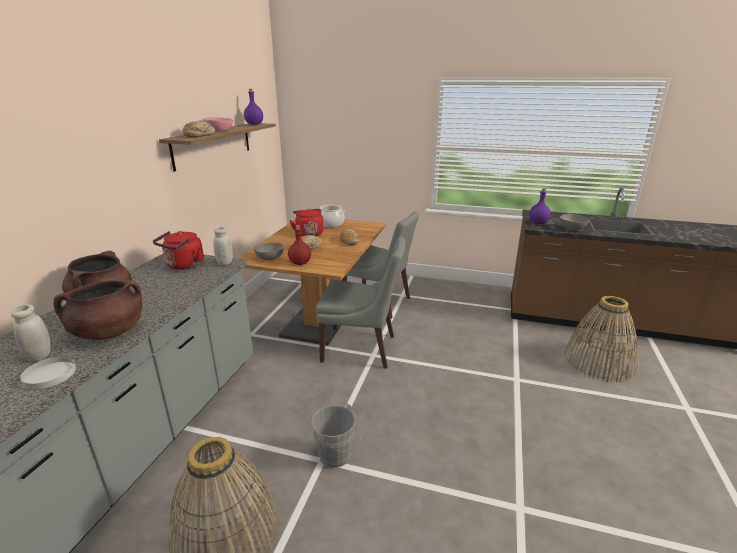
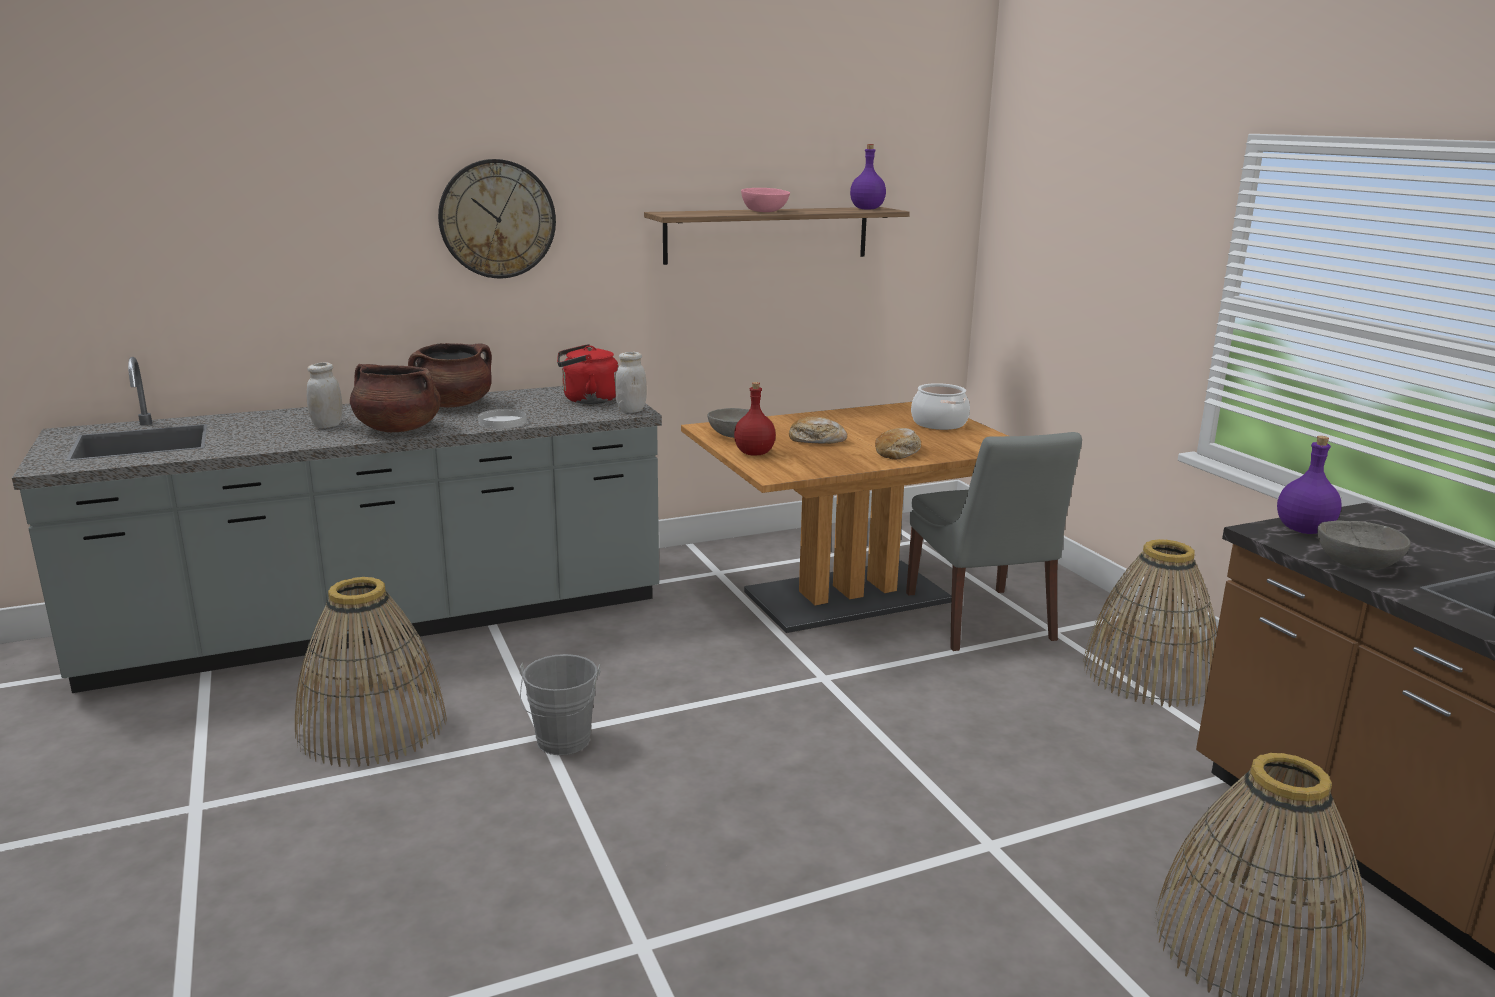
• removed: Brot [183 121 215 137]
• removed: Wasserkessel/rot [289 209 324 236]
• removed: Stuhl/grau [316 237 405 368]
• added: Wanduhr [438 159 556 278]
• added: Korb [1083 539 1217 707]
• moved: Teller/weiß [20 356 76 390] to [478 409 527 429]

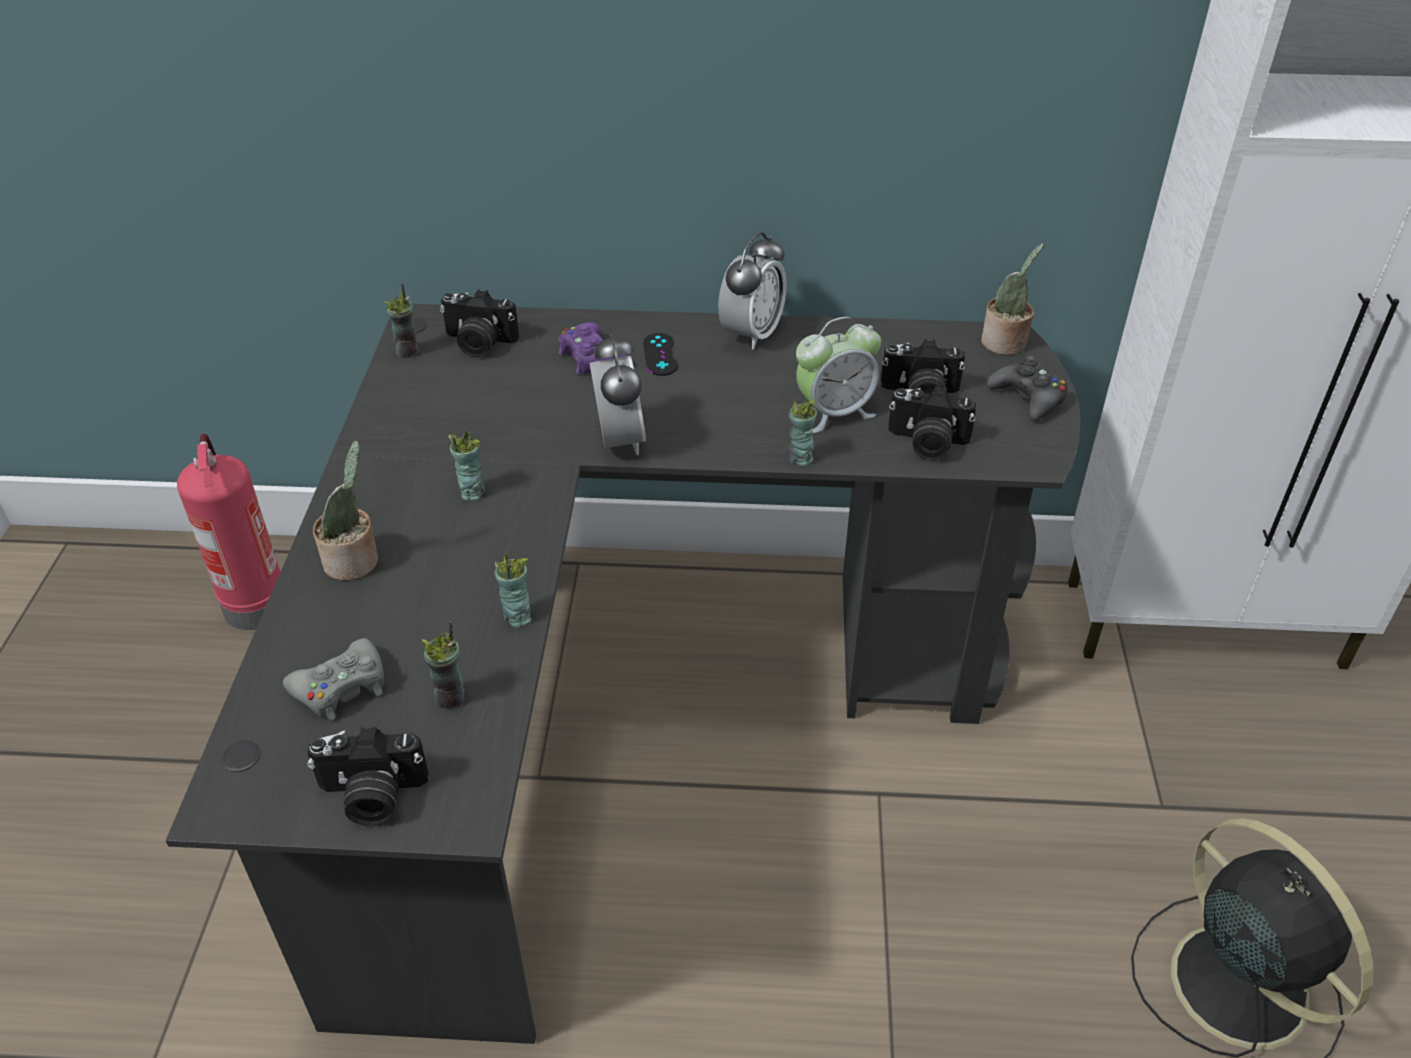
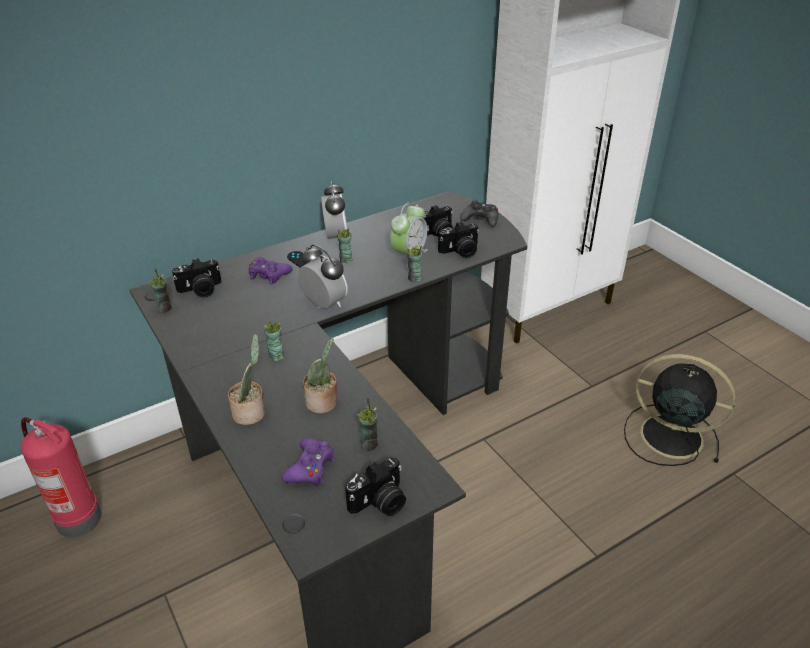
• moved: Tasse [494 552 531 627] to [337 228 353 263]
• moved: Topfpflanze [981 243 1044 355] to [303 337 337 413]
• recoloured: Gamepad/grau [283 638 384 720] to Gamepad/lila [282 438 336 485]

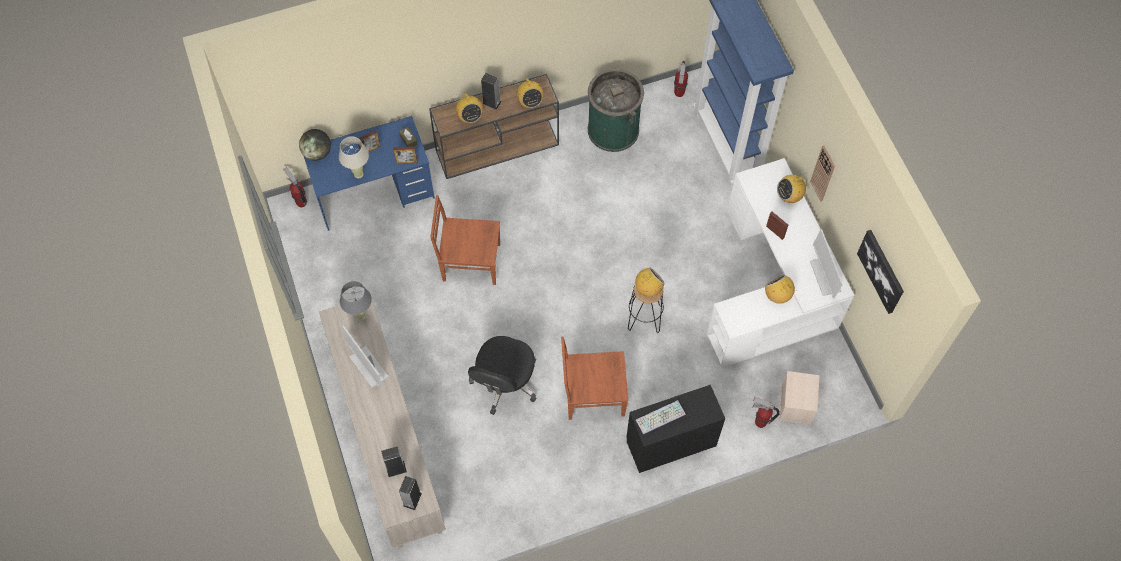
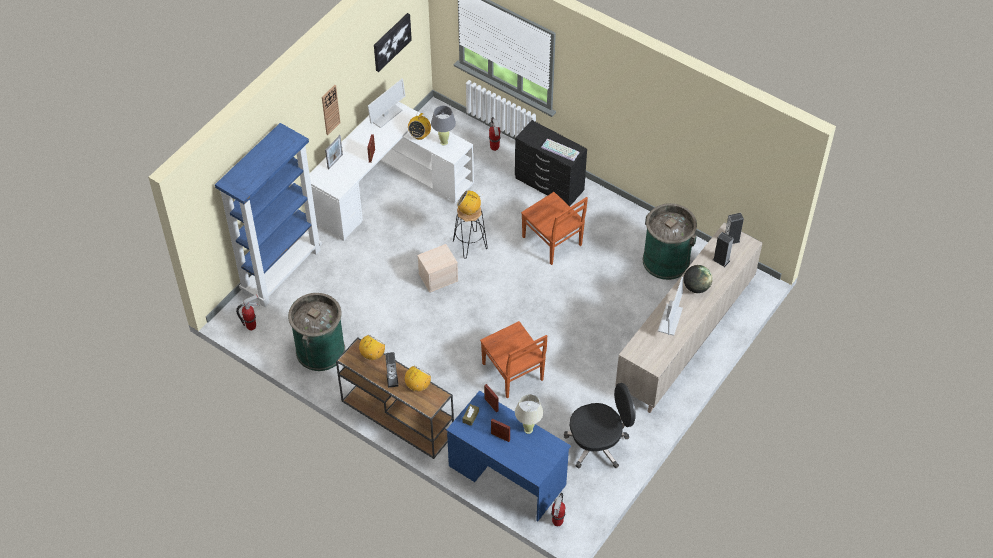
• added: Mülleimer/grün [643 203 697 280]
• moved: Globus [299 129 331 161] to [684 265 712 293]
• moved: Tischlampe/grau [340 281 372 321] to [431 106 456 145]
• moved: Bürostuhl/schwarz [468 336 537 415] to [564 383 636 469]
• moved: Aufbewahrungsbox/beige [779 371 820 425] to [417 244 458 292]
• replaced: Radio [777 172 806 203] to Bilderrahmen [325 135 343 169]

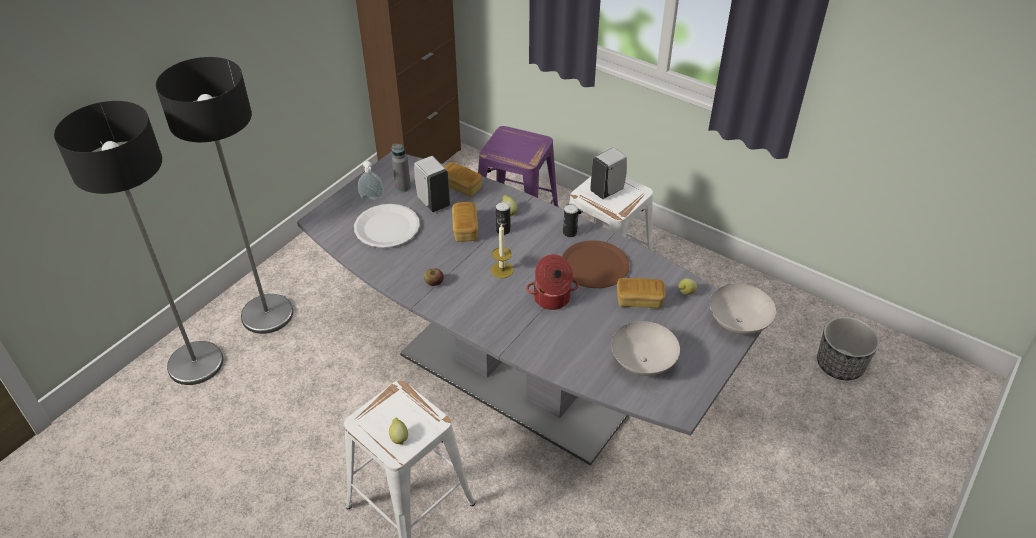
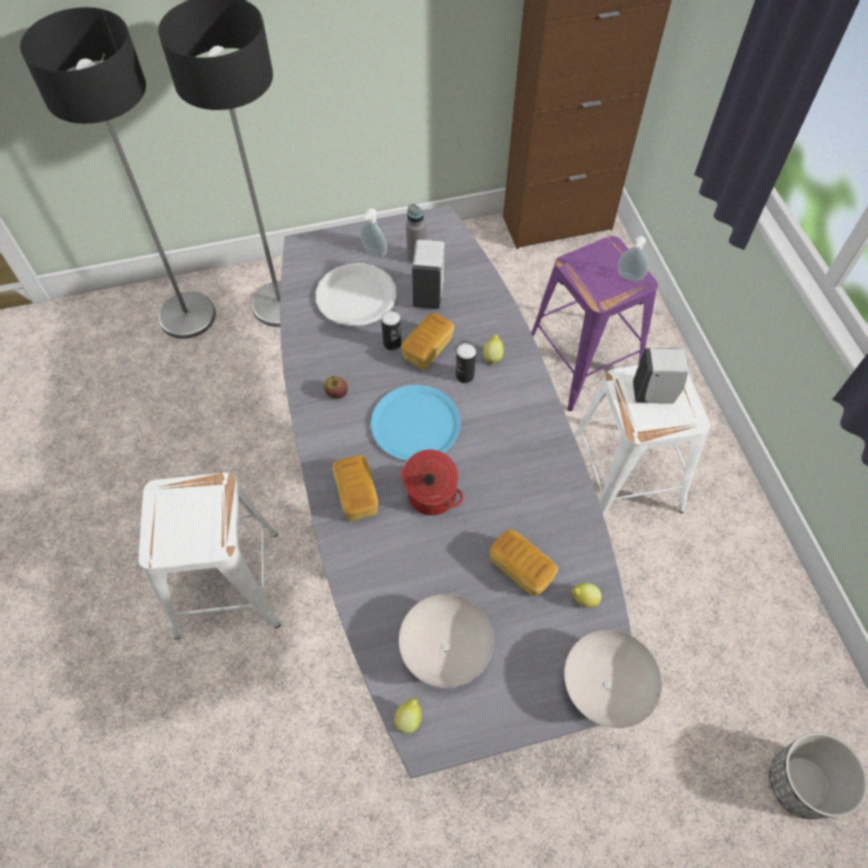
• removed: Teller/braun [562 240 629 288]
• added: Seifenspender [618 236 649 282]
• moved: Zitrone [389 417 408 445] to [395 698 422 734]
• moved: Brot [444 162 482 197] to [333 455 378 521]
• moved: Dose [563 204 579 237] to [381 310 401 350]
• replaced: Kerze [491 224 514 278] to Teller/blau [371 385 461 461]

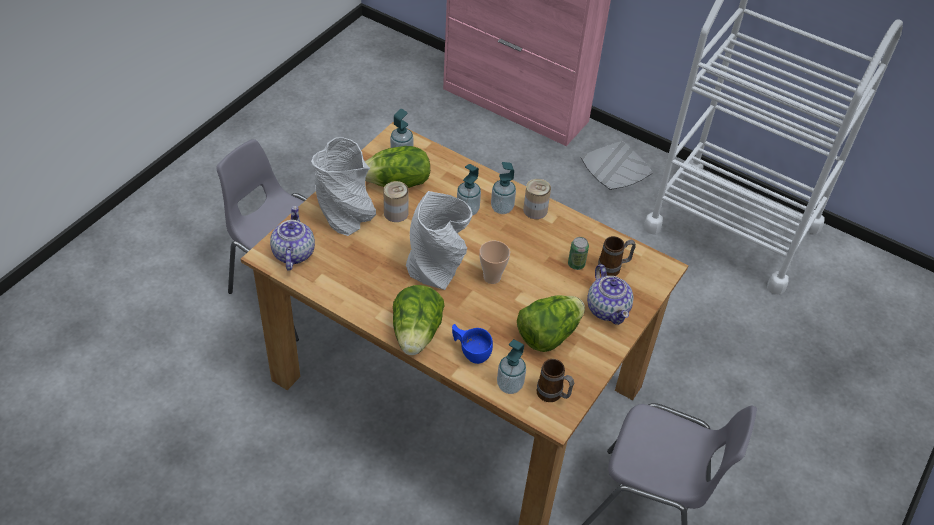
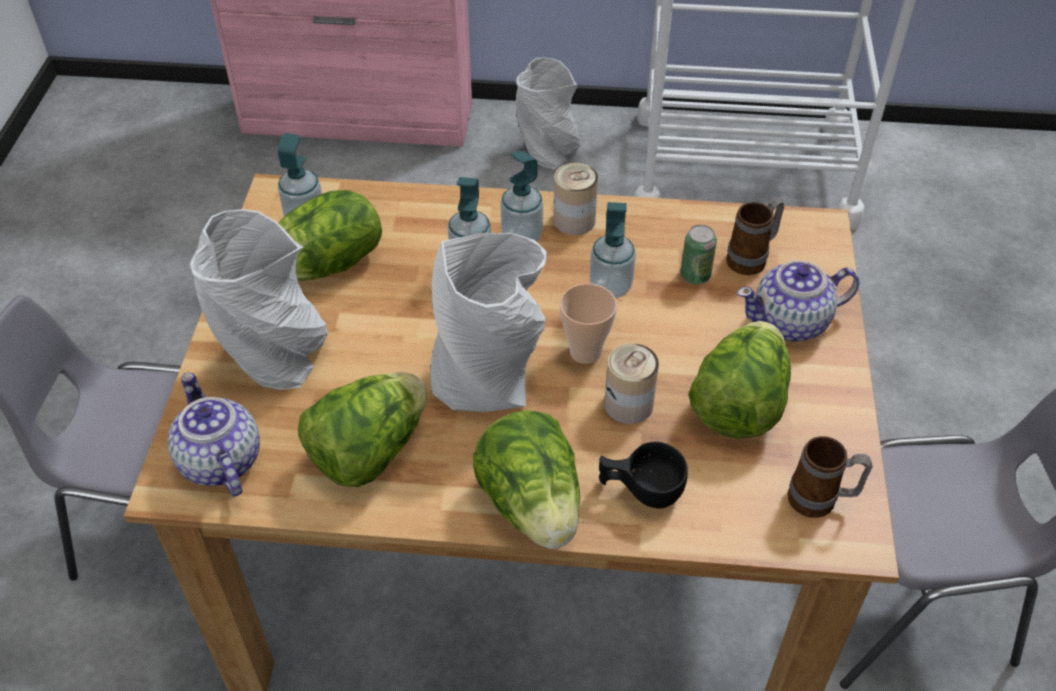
• added: Salatkopf [298 372 427 487]
• moved: Dose [384 181 409 222] to [604 343 659 424]
• moved: Seifenspender [497 339 526 394] to [590 202 636 298]
• replaced: Teller [581 141 653 190] to Vase/grau [516 57 581 169]
• recoloured: Tasse/blau [452 324 493 364] to Tasse/schwarz [599 442 688 508]
• turned: Teekanne [587 264 634 325] = [737 260 859 341] 120 degrees clockwise

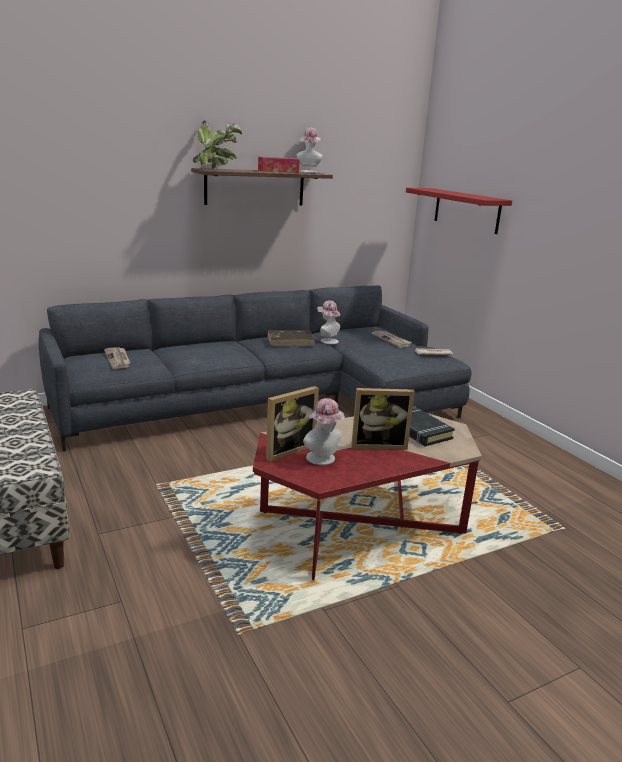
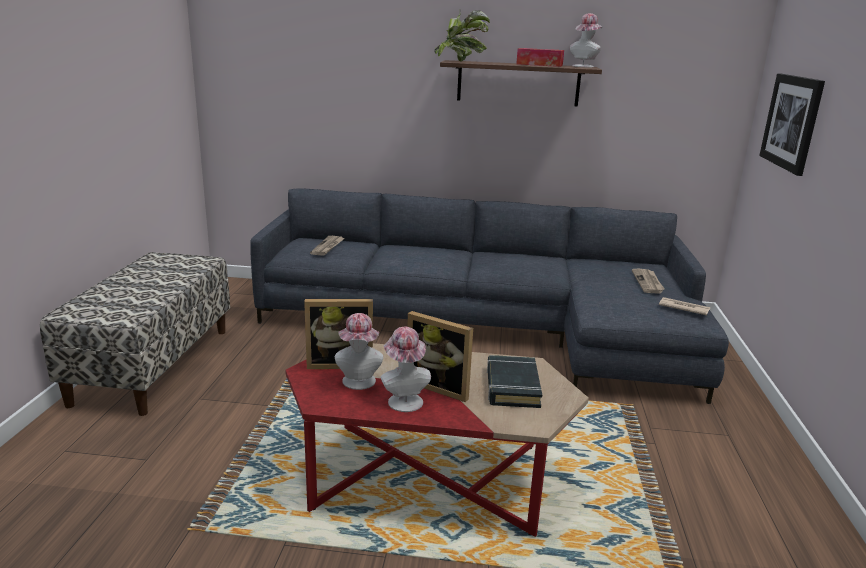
• removed: Buch/braun [267 331 315 346]
• moved: Hut [317 301 340 344] to [380 326 431 412]
• replaced: Wandregal/rot [406 188 512 234] to Bild [759 74 825 176]

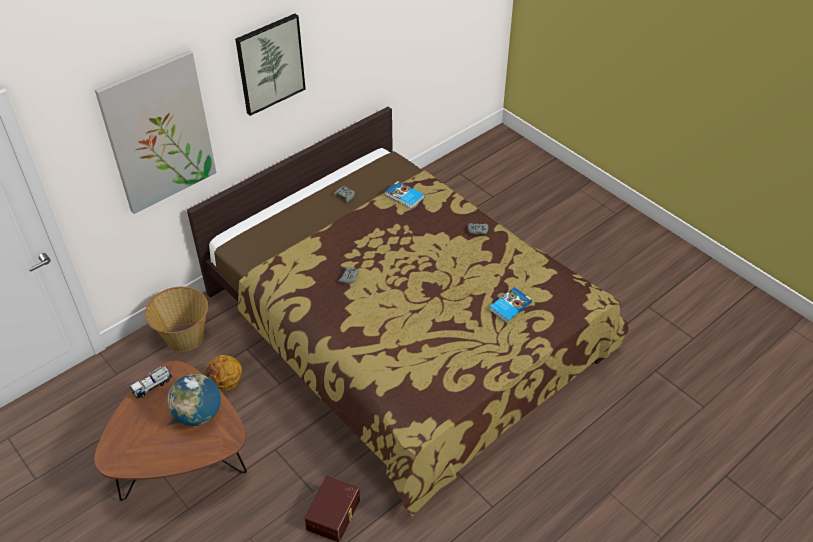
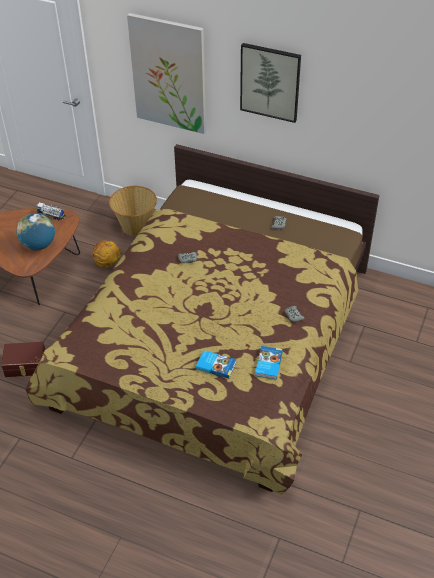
• moved: Buch [385 181 425 209] to [255 346 283 379]

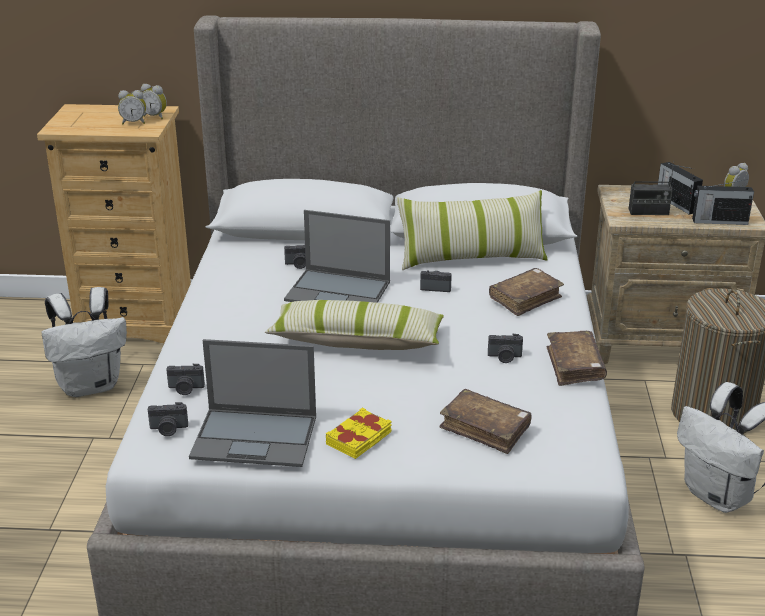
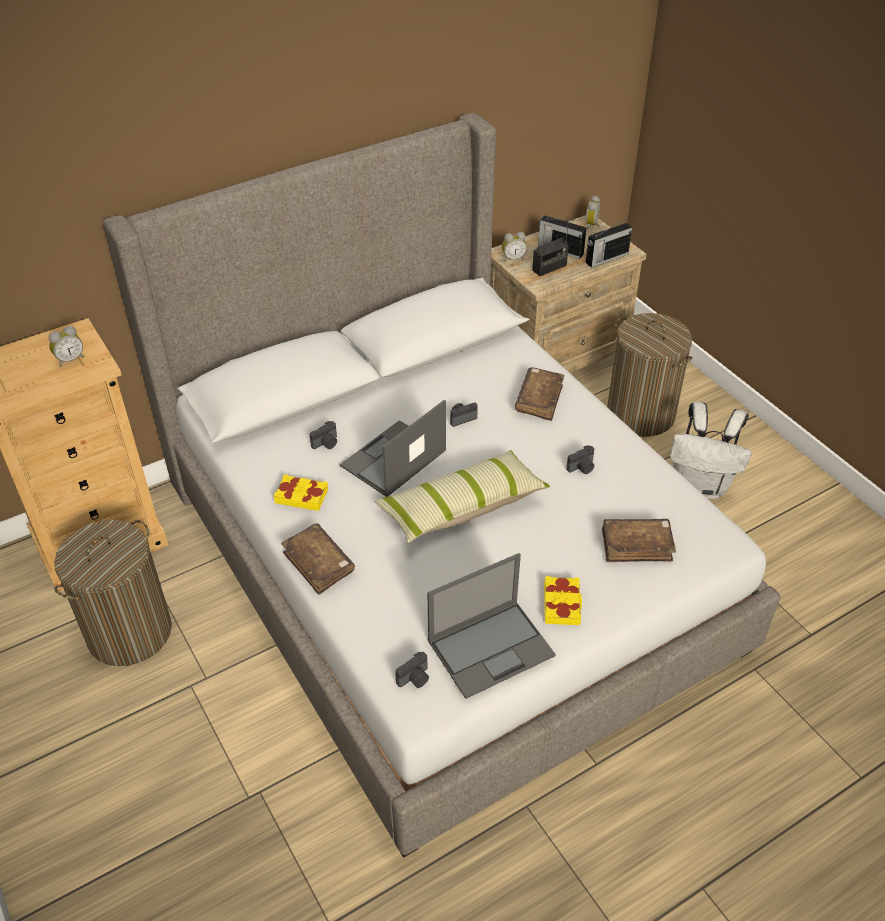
• removed: Kamera [166 364 205 395]
• removed: Kissen [397 190 548 270]
• added: Buch/gelb [274 474 328 511]
• moved: Wecker [141 84 167 119] to [502 232 527 262]
• moved: Buch/braun [547 331 607 386] to [281 523 355 595]
• replaced: Rucksack/weiß [41 287 127 397] to Wäschekorb [54 520 172 666]
• turned: Laptop [284 210 390 303] = [340 400 446 497] 150 degrees clockwise

